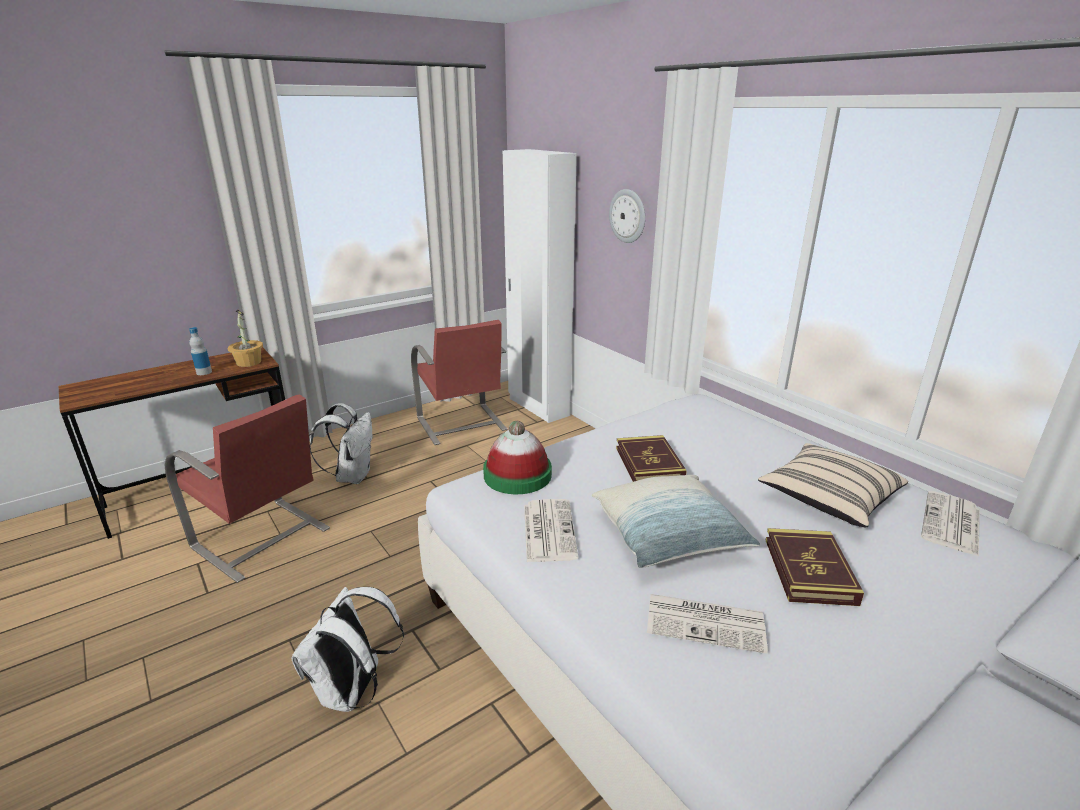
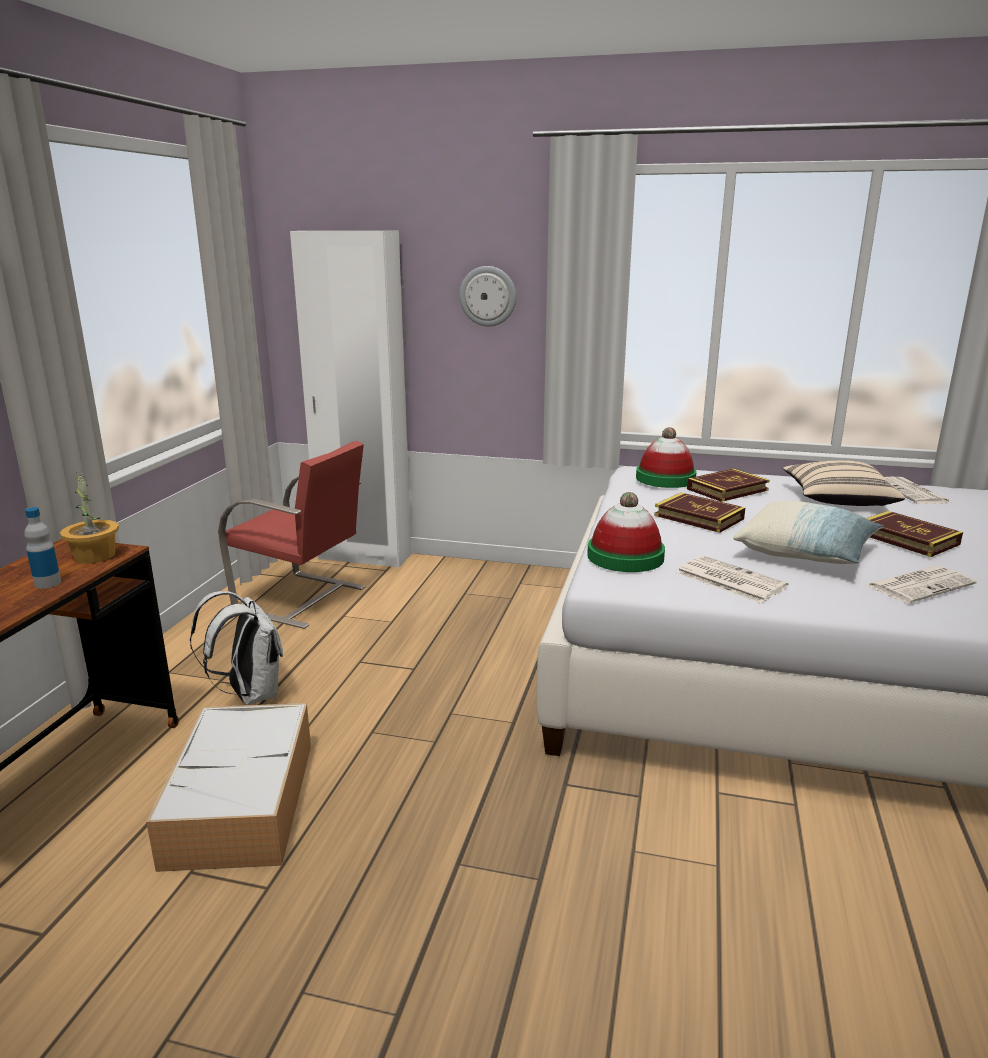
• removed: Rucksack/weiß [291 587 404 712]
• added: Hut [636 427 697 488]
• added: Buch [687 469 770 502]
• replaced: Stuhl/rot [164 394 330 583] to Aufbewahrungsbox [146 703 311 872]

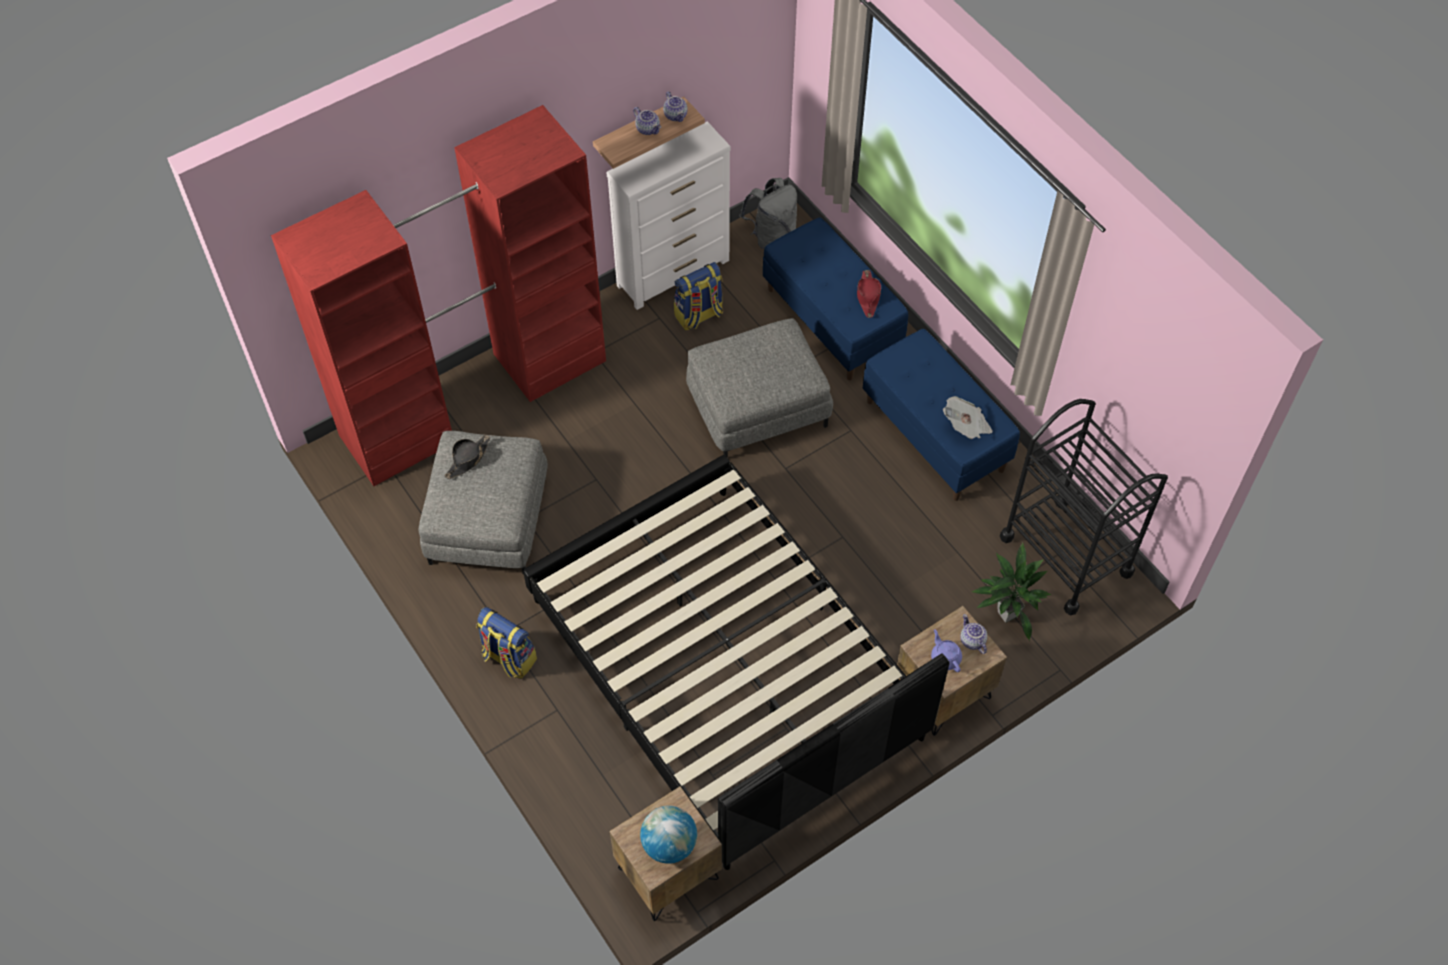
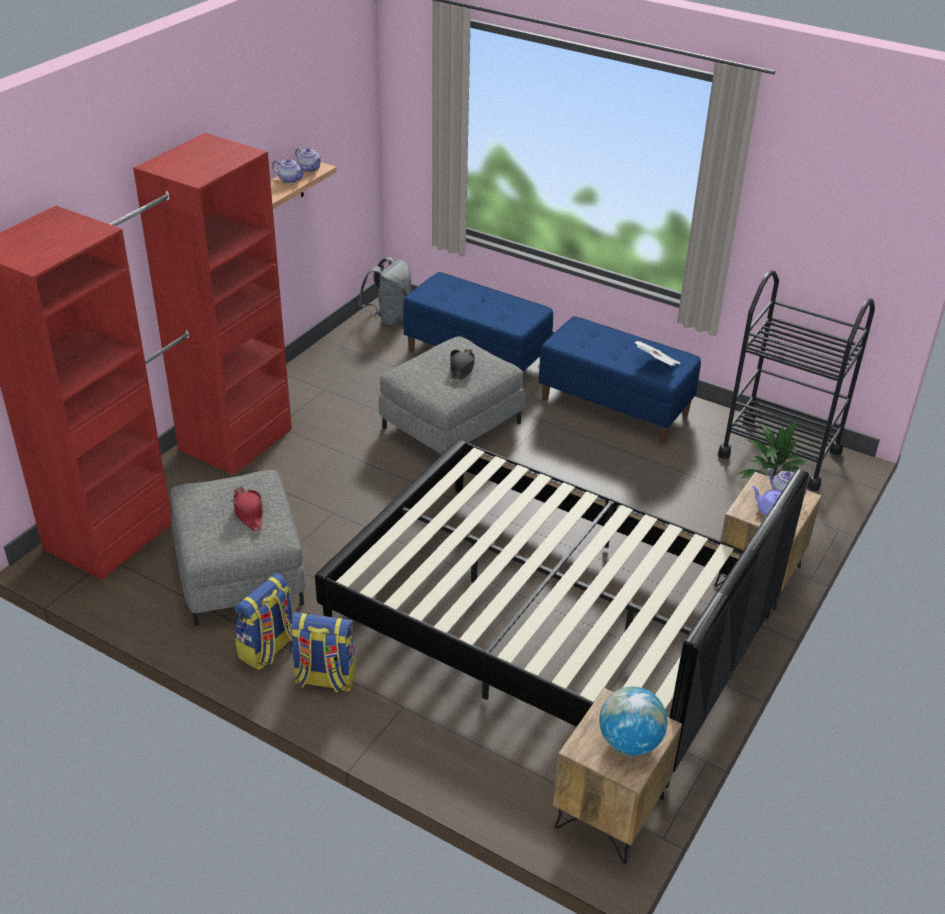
• removed: Kommode/weiß [607 121 731 310]
• moved: Hut/schwarz [444 434 490 479] to [450 349 475 383]
• moved: Rucksack [674 262 723 331] to [234 573 293 670]
• moved: Hut/rot [857 270 881 318] to [233 487 263 532]

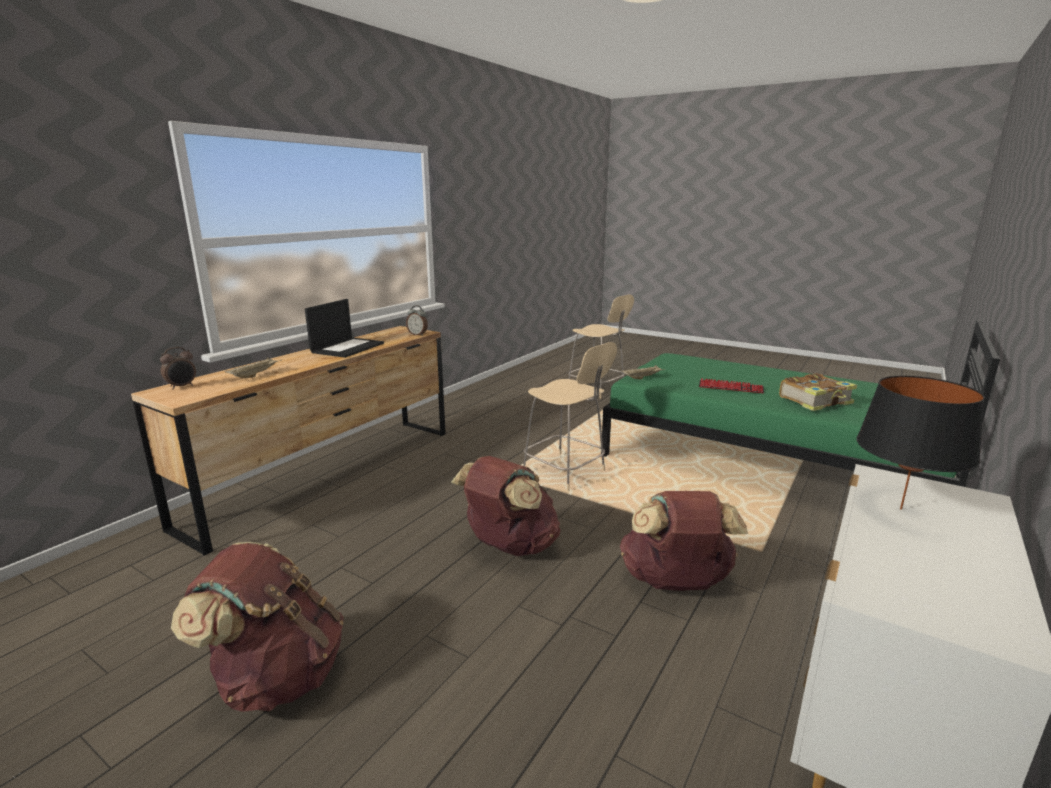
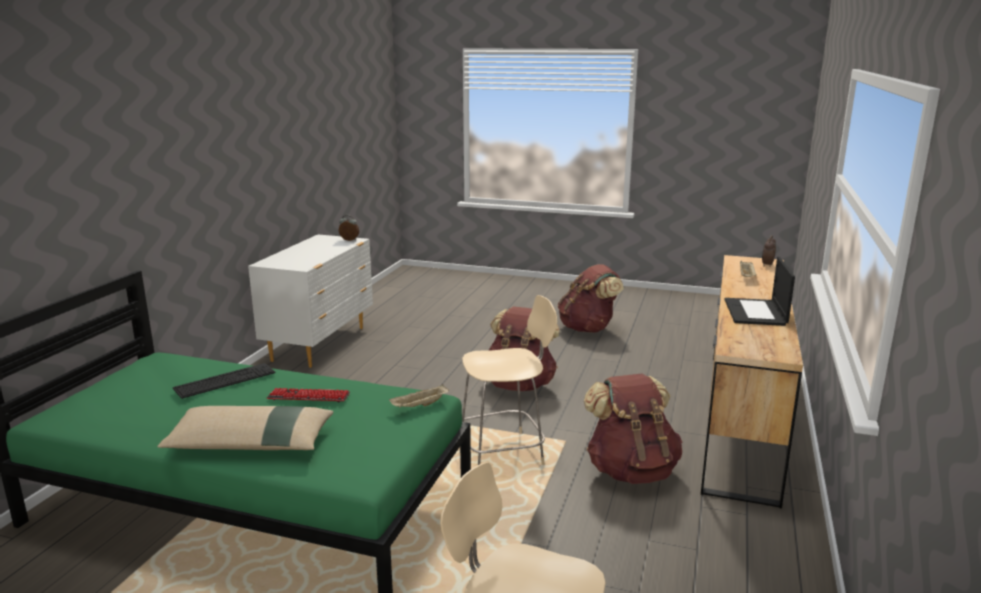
• removed: Tischlampe/schwarz [856 376 985 510]
• added: Kissen/beige [157 406 334 450]
• moved: Wecker [406 305 428 336] to [339 215 359 241]
• moved: Rucksack/braun [620 491 748 591] to [584 373 682 484]
• replaced: Buch [779 373 857 411] to Tastatur [173 363 275 399]
• turned: Stuhl/beige [523 342 617 491] = [462 295 557 465] 135 degrees clockwise

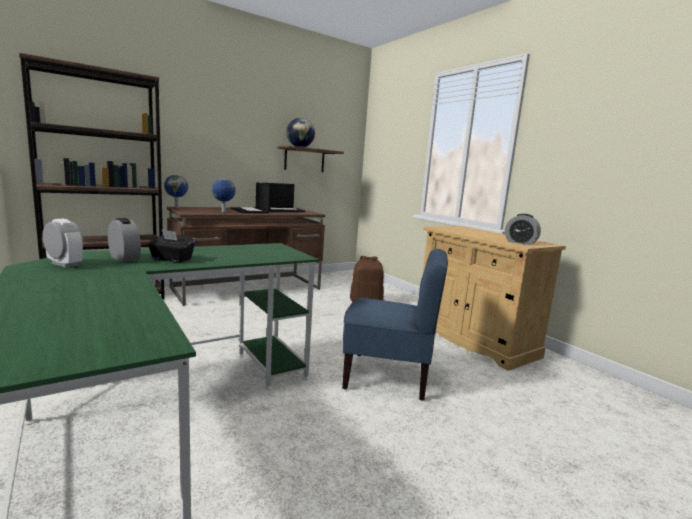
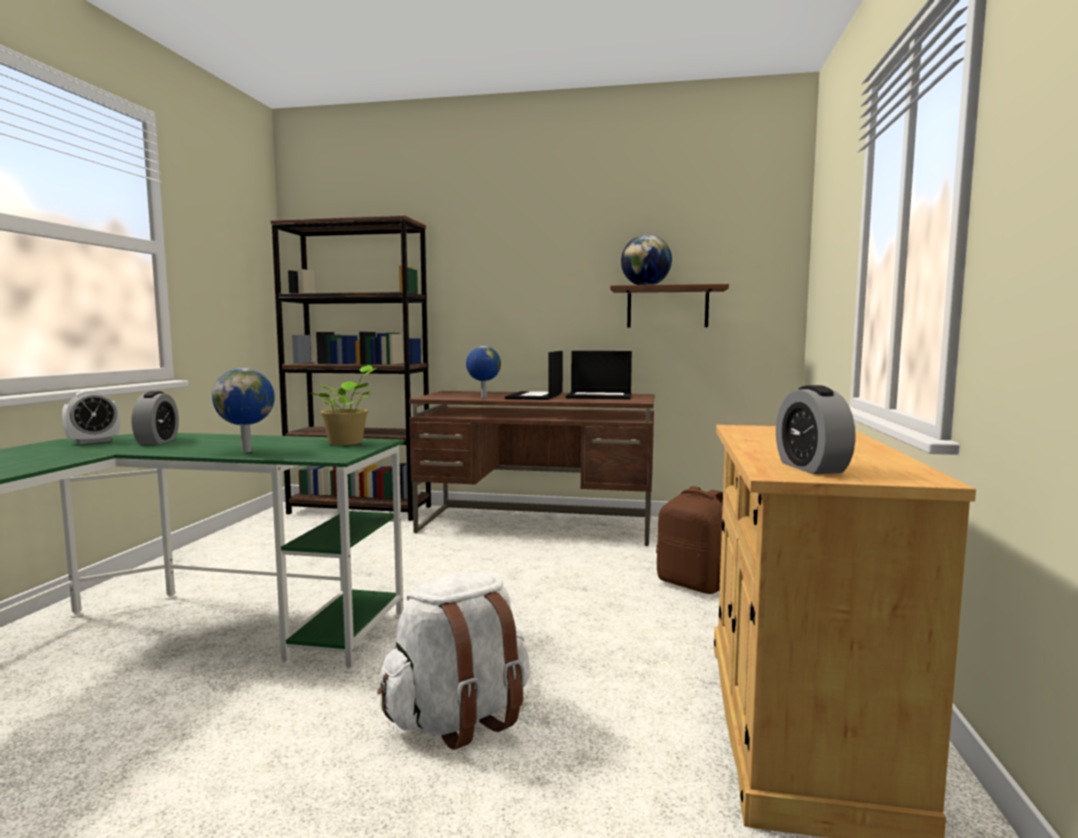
• removed: Taschentuchbox/schwarz [148 230 195 262]
• added: Topfpflanze [310 365 379 445]
• moved: Globus [164 175 188 208] to [212 368 275 452]
• replaced: Stuhl/blau [342 249 448 400] to Rucksack/weiß [377 573 530 750]
• turned: Wecker [43 219 83 268] = [62 390 120 444] 60 degrees clockwise

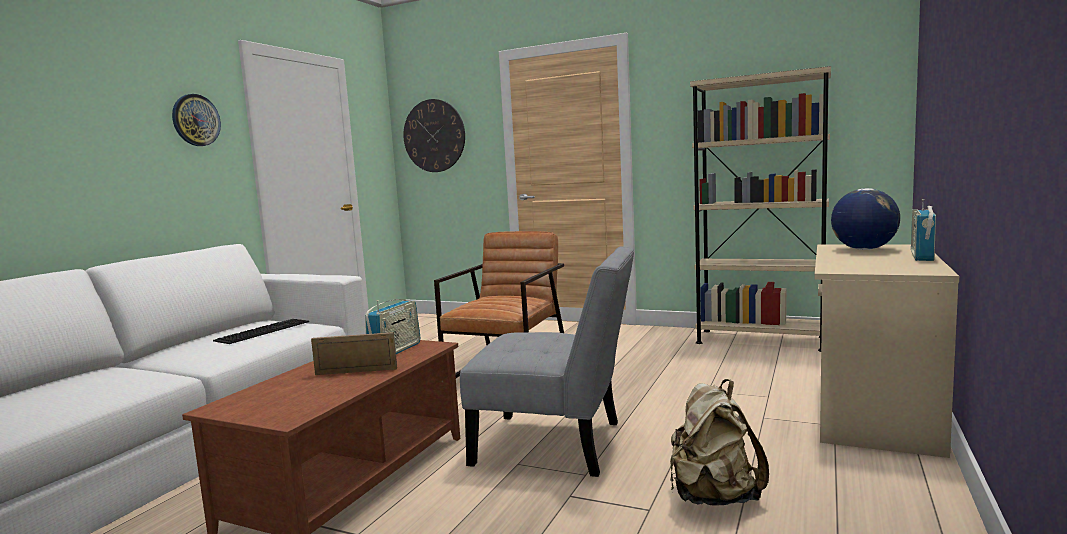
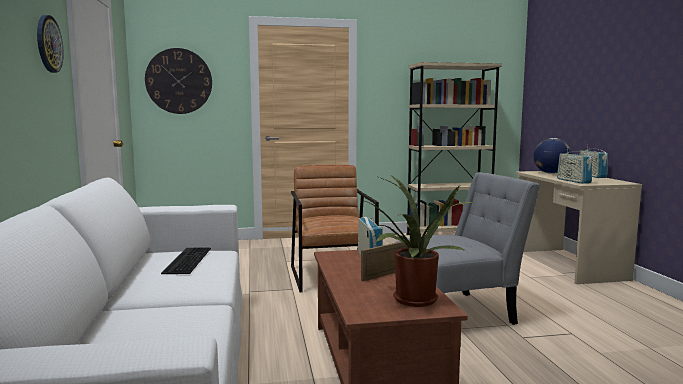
• removed: Rucksack/beige [670 379 769 506]
• added: Topfpflanze [361 174 476 307]
• added: Radio [557 147 592 184]

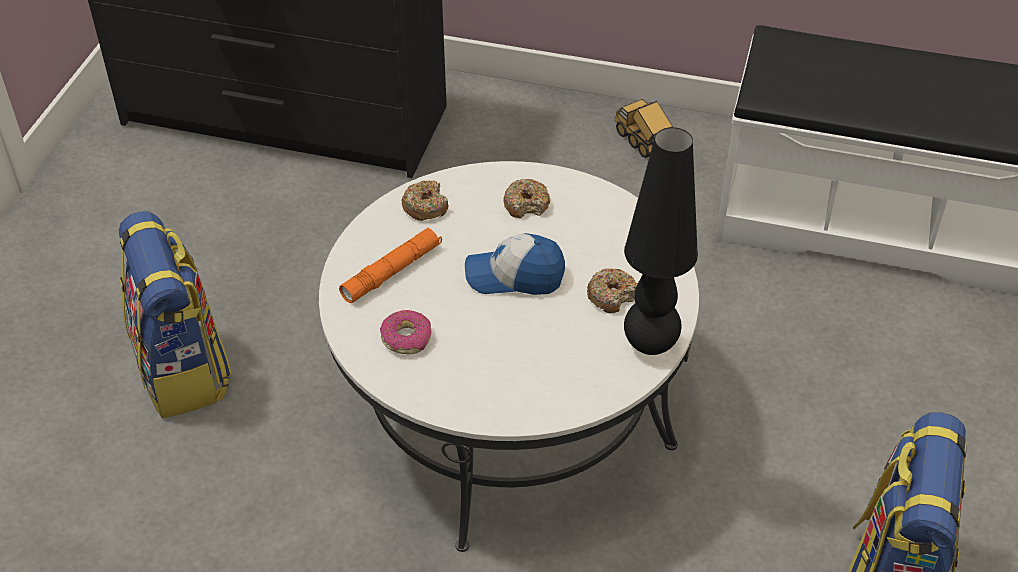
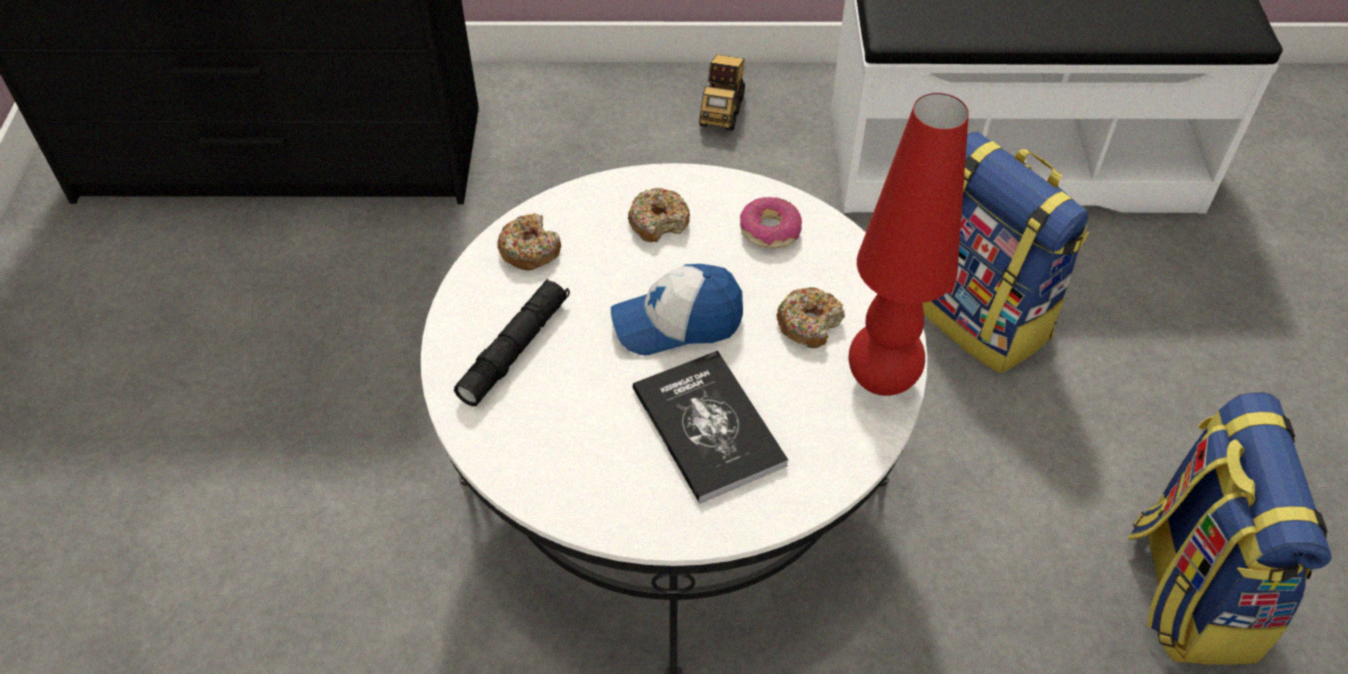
• added: Buch [633 351 788 504]
• moved: Rucksack [119 211 232 418] to [922 131 1089 374]
• moved: Donut [380 310 432 354] to [740 197 802 248]
• recoloured: Taschenlampe/orange [339 227 442 303] to Taschenlampe/schwarz [454 279 570 406]
• recoloured: Tischlampe/schwarz [624 127 698 355] to Tischlampe/rot [849 93 969 396]
• turned: Spielzeuglaster [615 99 673 158] = [699 55 745 131] 120 degrees counterclockwise

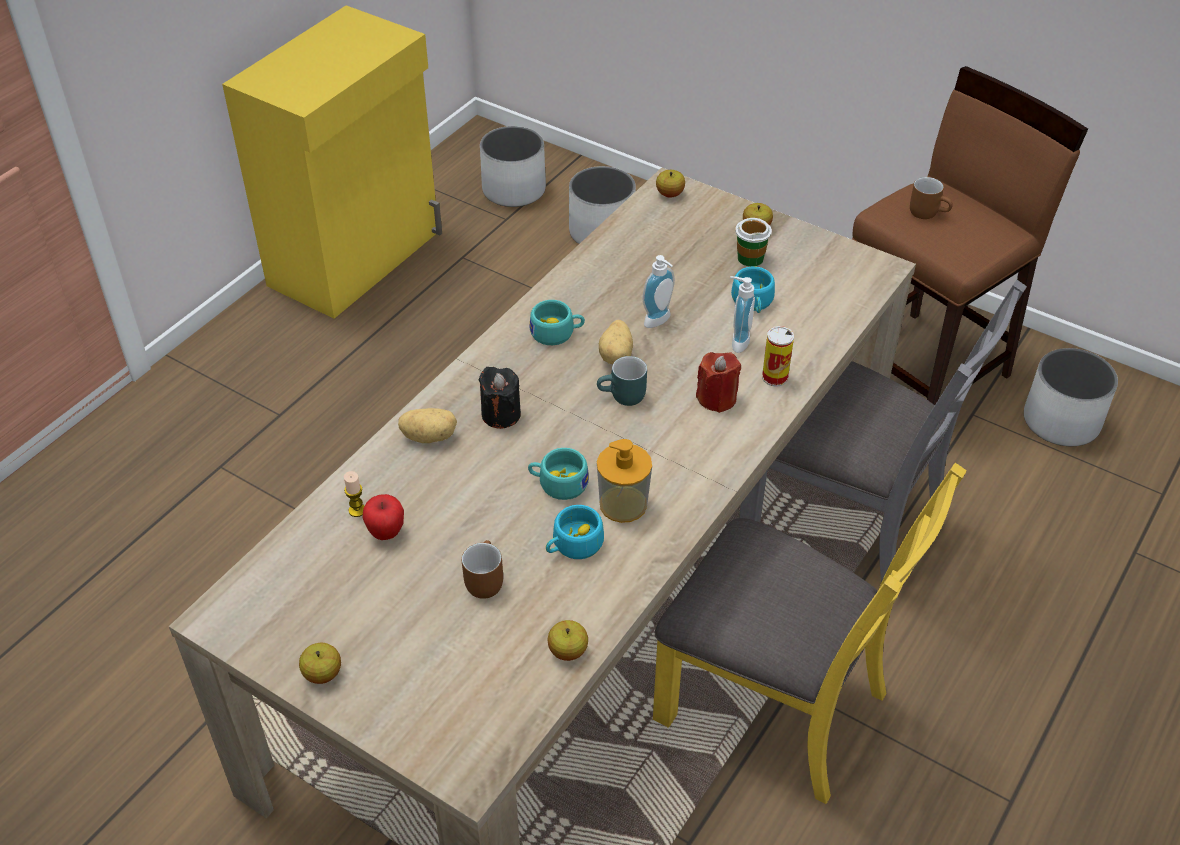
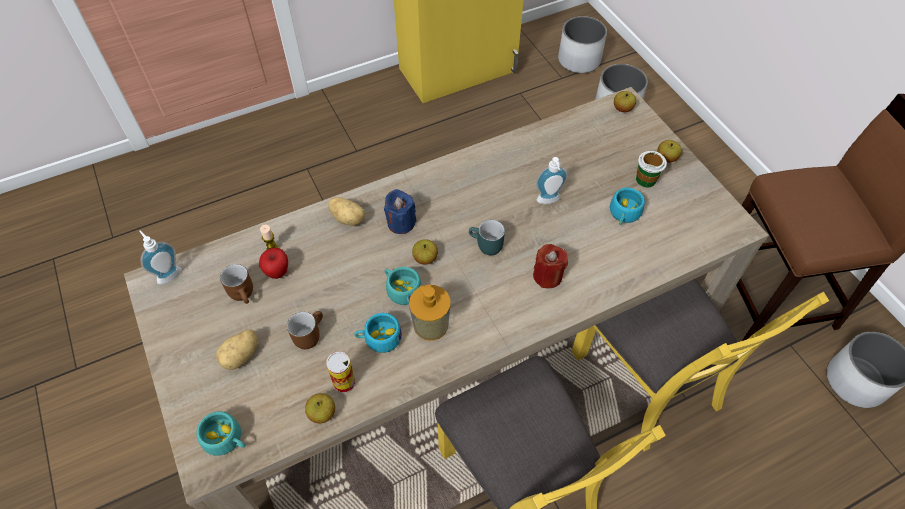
• moved: Apfel [299 643 341 684] to [412 239 438 265]
• moved: Tasse/türkis [530 300 585 345] to [196 411 245 456]
• moved: Kartoffel [599 320 633 364] to [216 329 258 370]
• moved: Seifenspender [730 276 755 353] to [139 230 182 284]
• moved: Dose [762 326 794 387] to [326 351 356 393]
• moved: Henkelbecher/braun [910 177 953 219] to [220 264 253 304]
• recoloured: Kerze/schwarz [479 367 521 429] to Kerze/blau [384 189 416 234]
• recoloured: Stuhl/grau [739 280 1027 582] to Stuhl/gelb [571 279 829 451]

